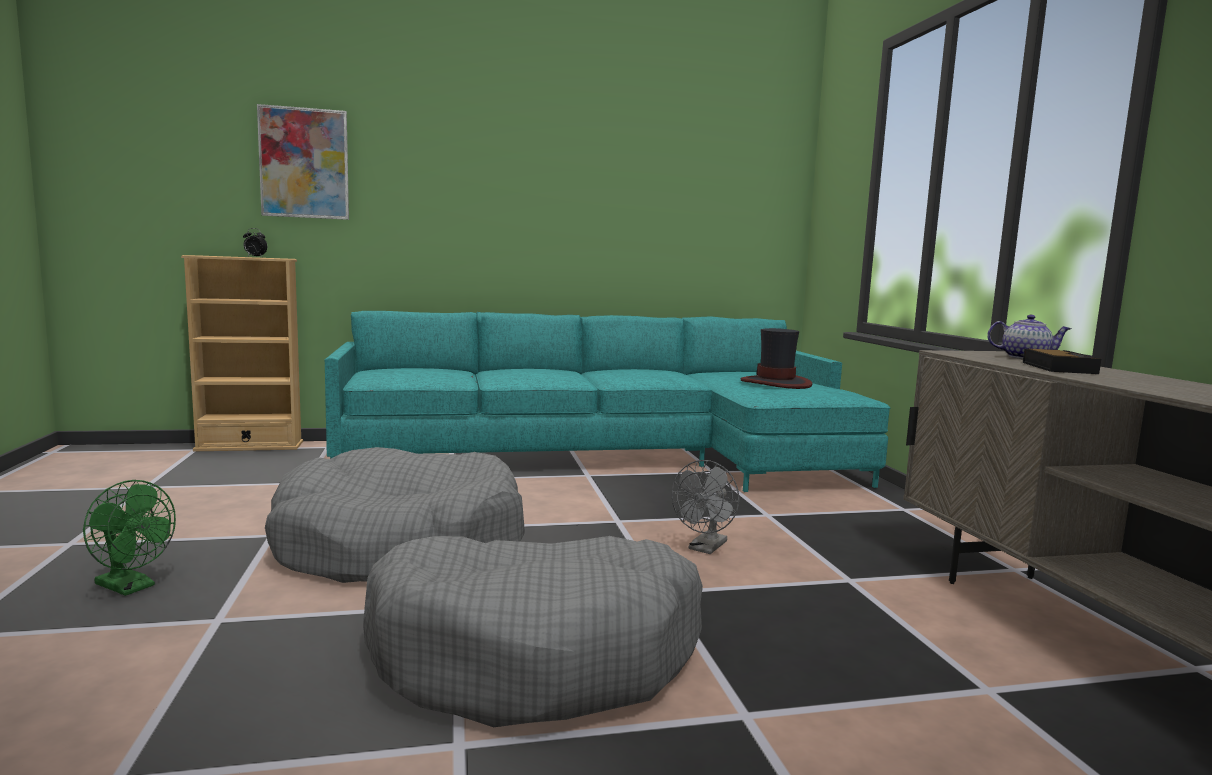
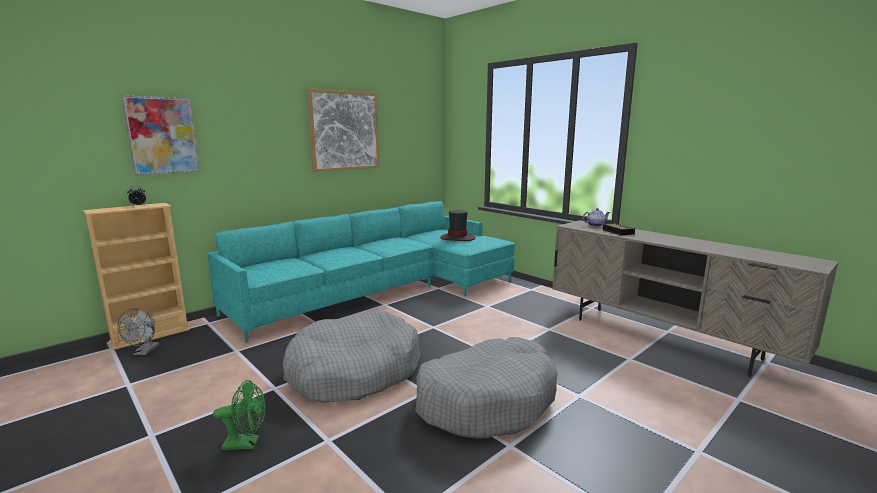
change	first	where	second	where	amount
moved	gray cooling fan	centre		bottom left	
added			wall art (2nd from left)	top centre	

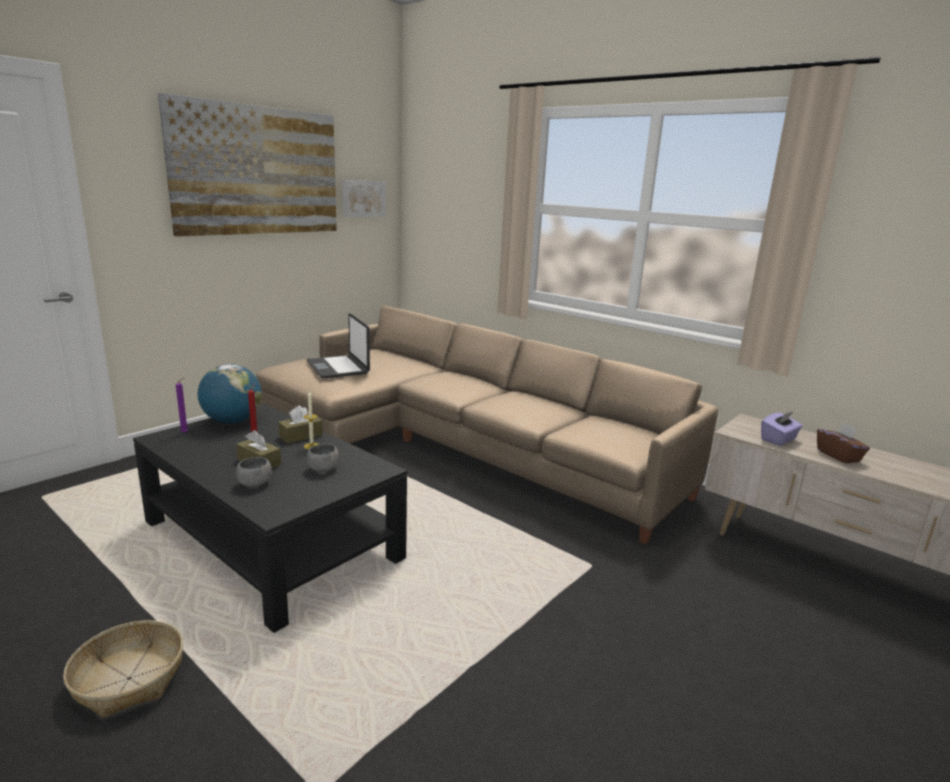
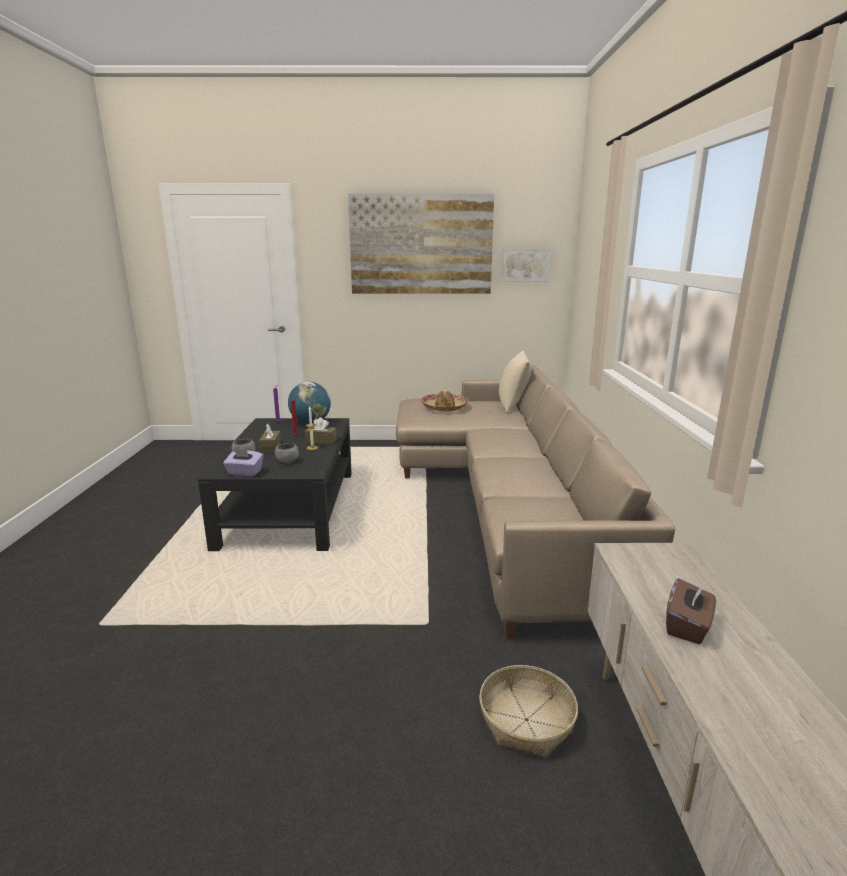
change	first	where	second	where	amount
moved	purple-coloured tissue box	middle right		middle left	
replaced	portable computer	centre	hat	centre	
moved	basket	bottom left		bottom centre	
added			beige-coloured pillow	centre	

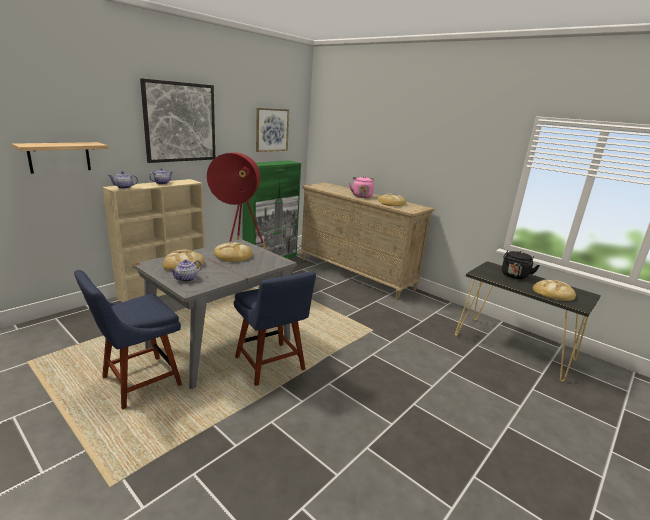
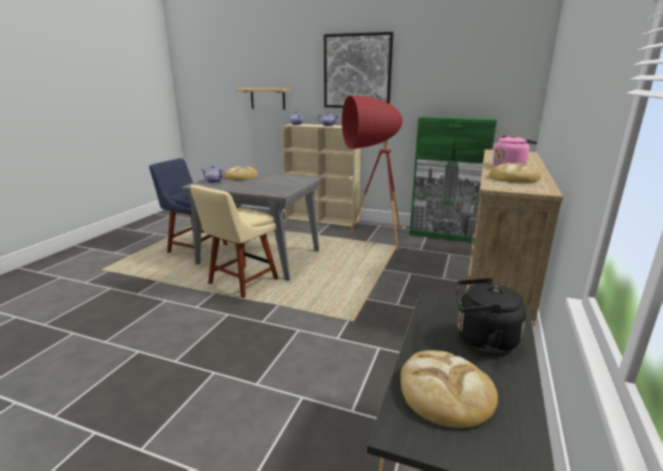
change	first	where	second	where	amount
recoloured	bluish chair (2nd from left)	centre	beige-coloured chair	centre	
removed	baked bread (2nd from left)	centre			
removed	wall art (2nd from left)	top centre			

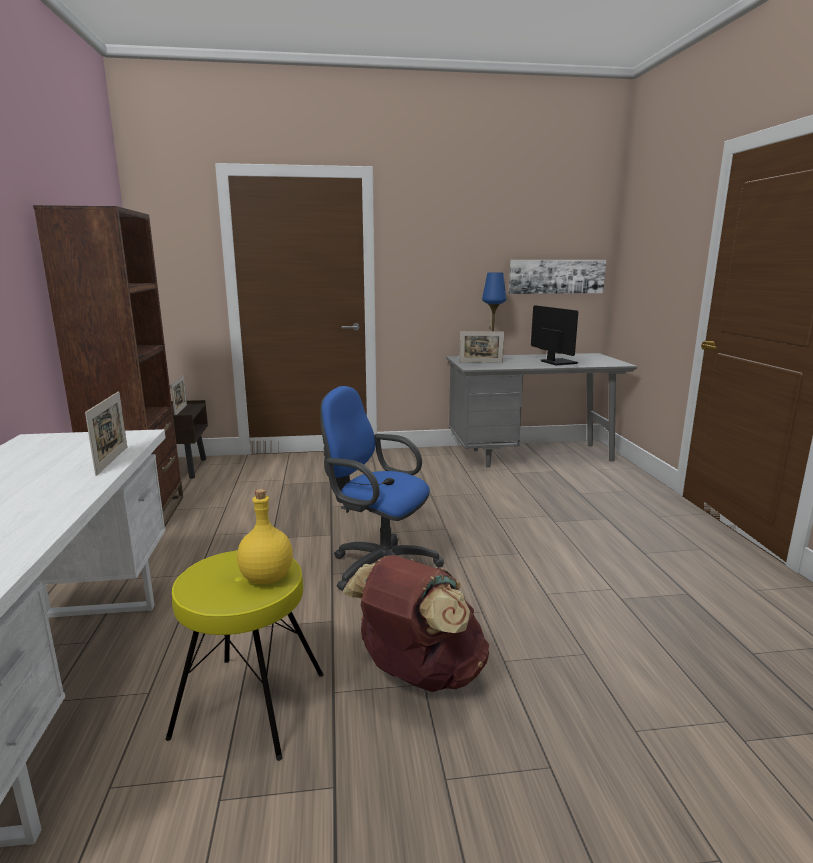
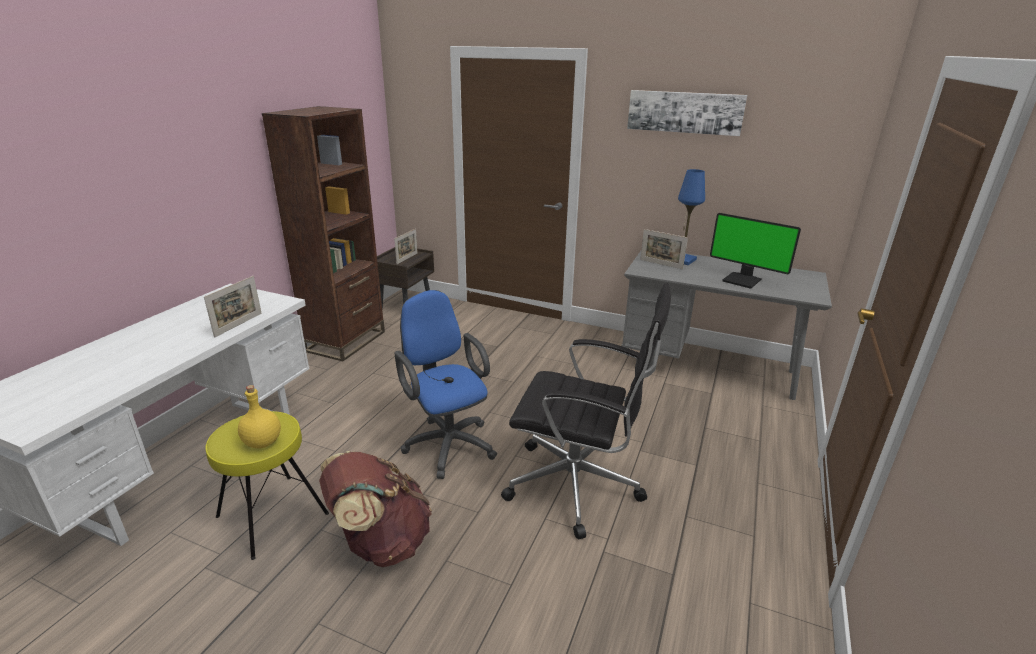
change	first	where	second	where	amount
added			blackish desk chair	centre	
moved	wall art	top right		top centre	
turned	computer screen	middle right		middle right	120 degrees clockwise

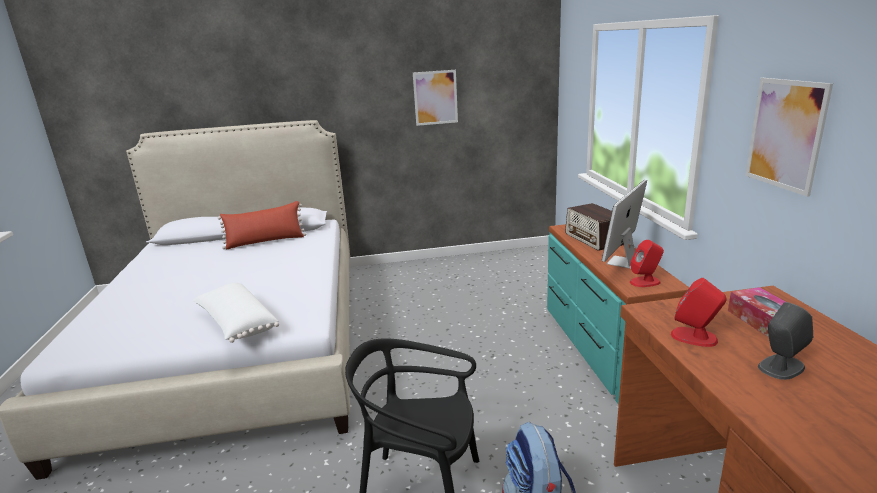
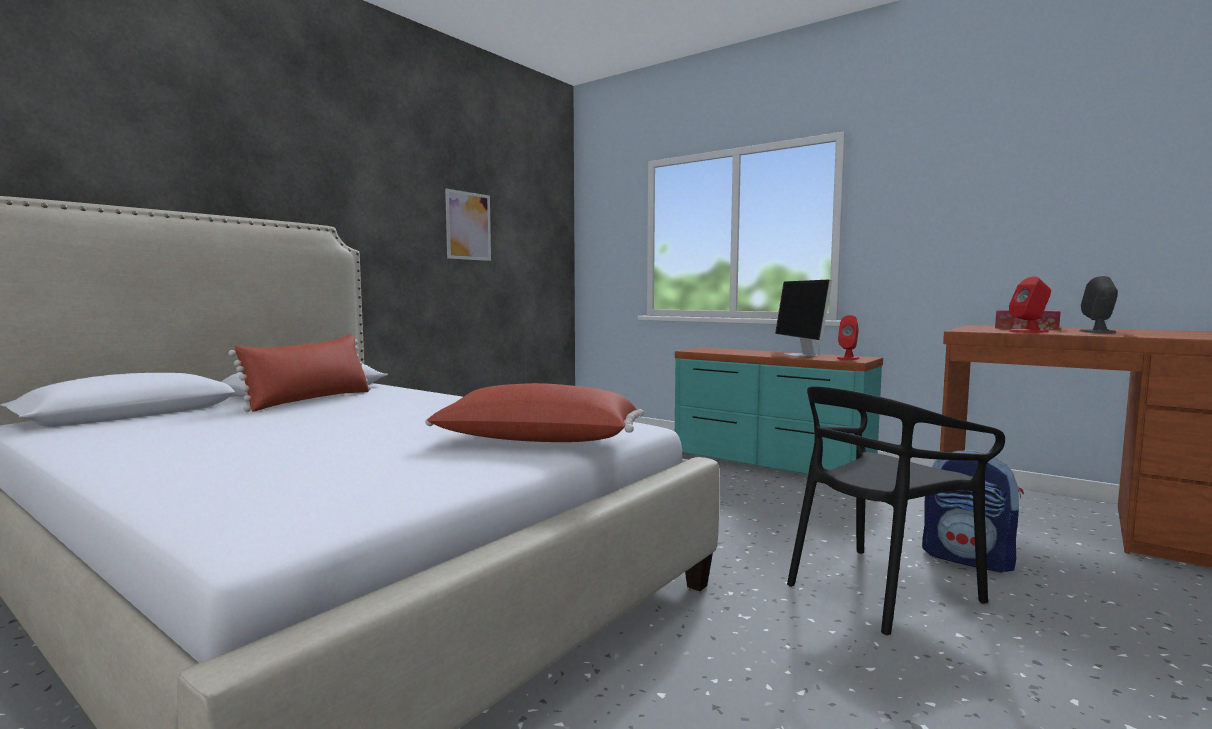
change	first	where	second	where	amount
recoloured	white-coloured pillow	middle left	reddish pillow (2nd from left)	centre	
removed	radio receiver	middle right			
removed	wall art (2nd from left)	top right			

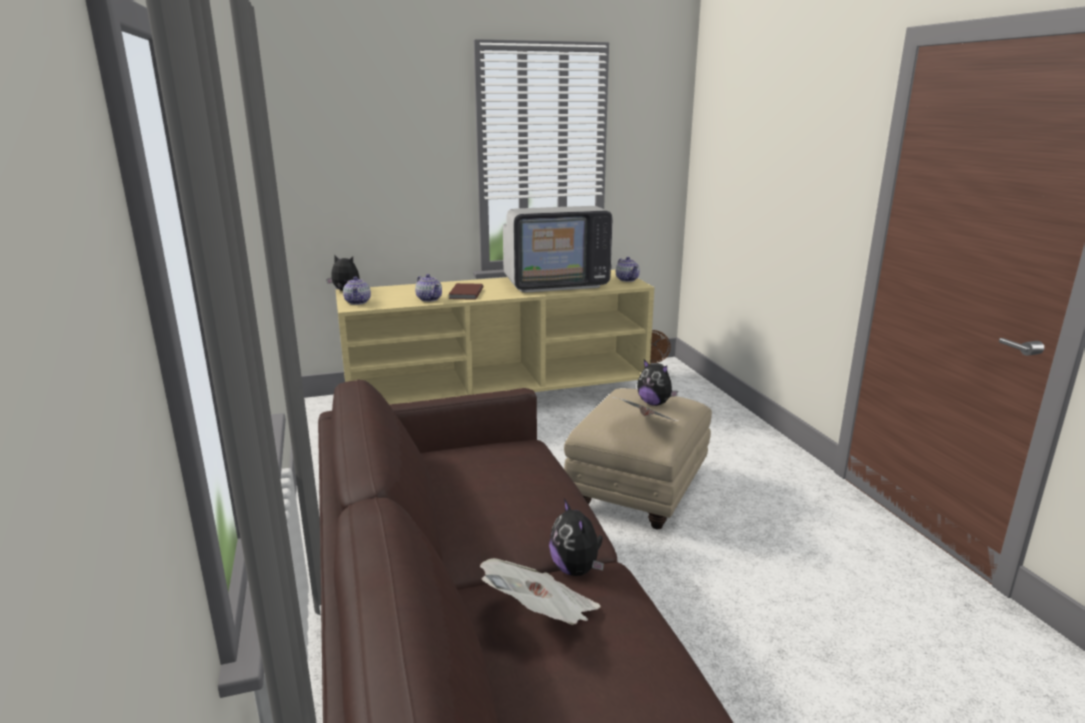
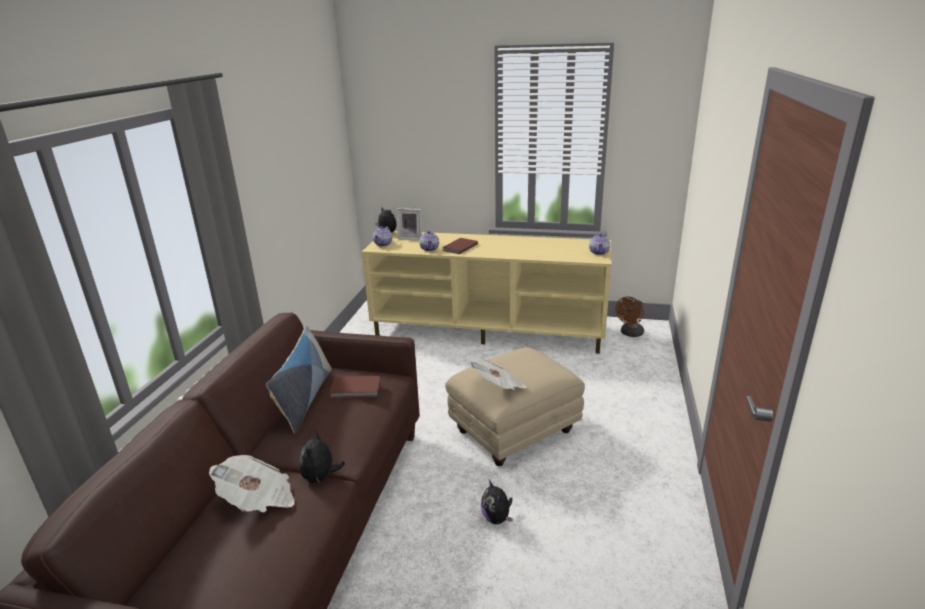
change	first	where	second	where	amount
added			pillow	middle left	
added			brownish bound book (1st from left)	centre	
added			photo frame	centre	
moved	soft toy (3rd from left)	centre		bottom centre	
removed	TV	centre			

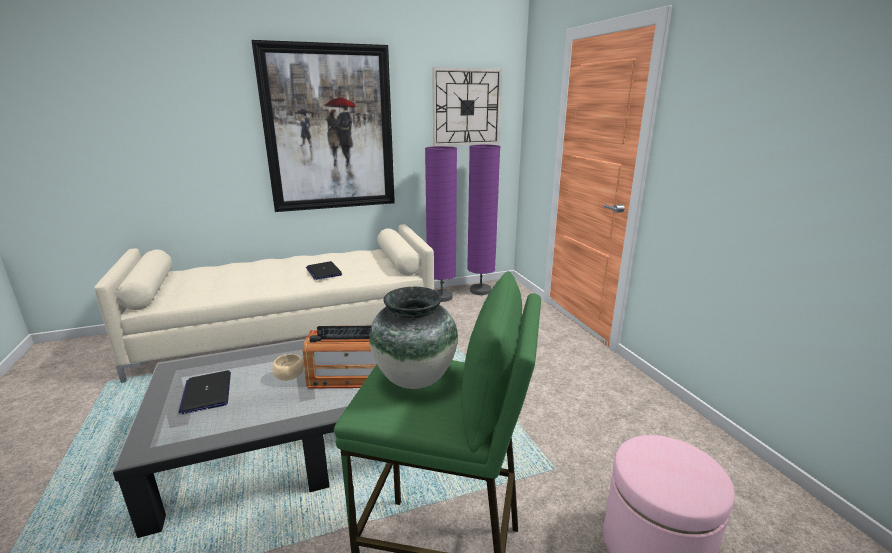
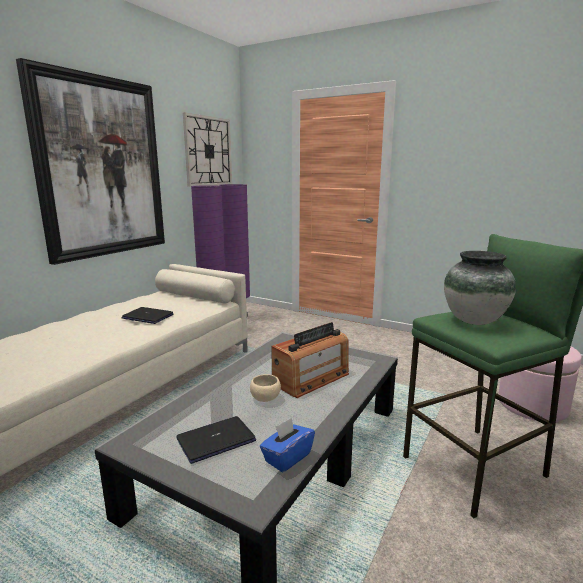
change	first	where	second	where	amount
turned	portable computer (1st from left in the first image)	bottom left	portable computer (2nd from left)	bottom centre	120 degrees clockwise
added			bluish tissue box	bottom centre	

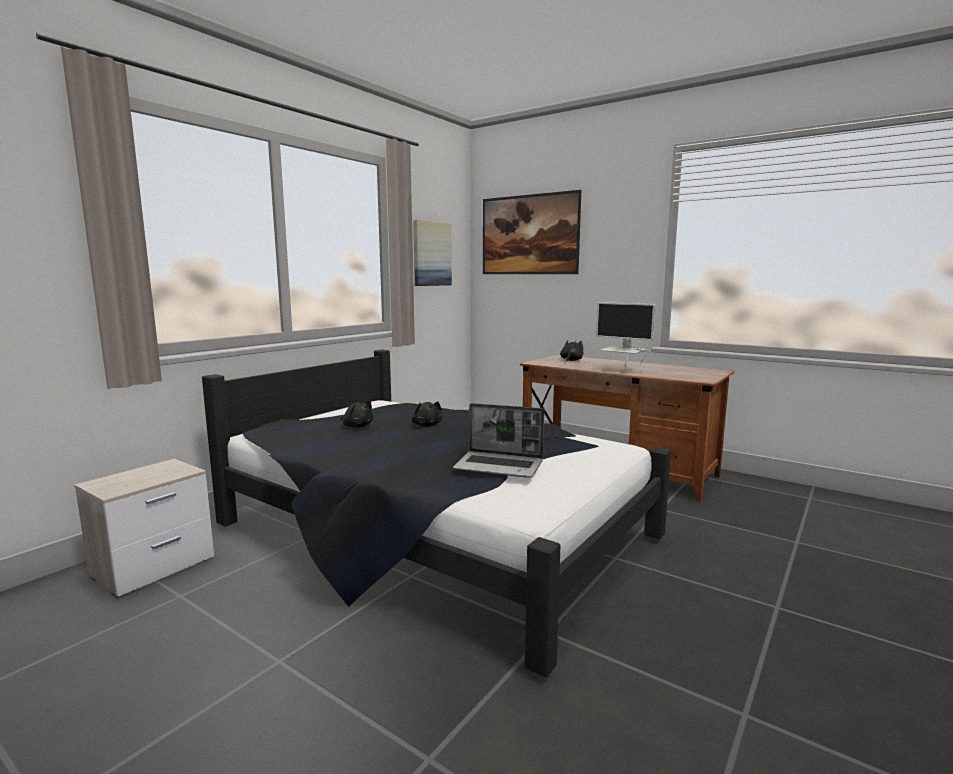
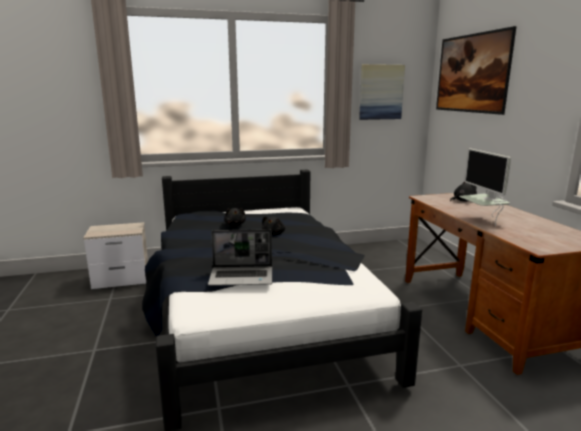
change	first	where	second	where	amount
turned	portable computer	centre		centre	60 degrees counterclockwise

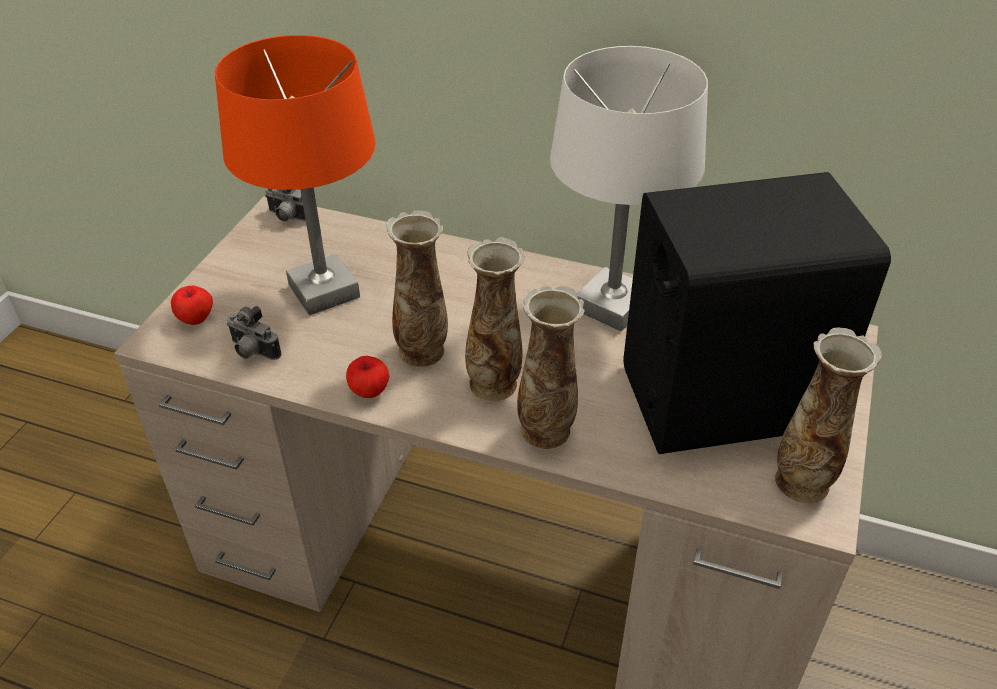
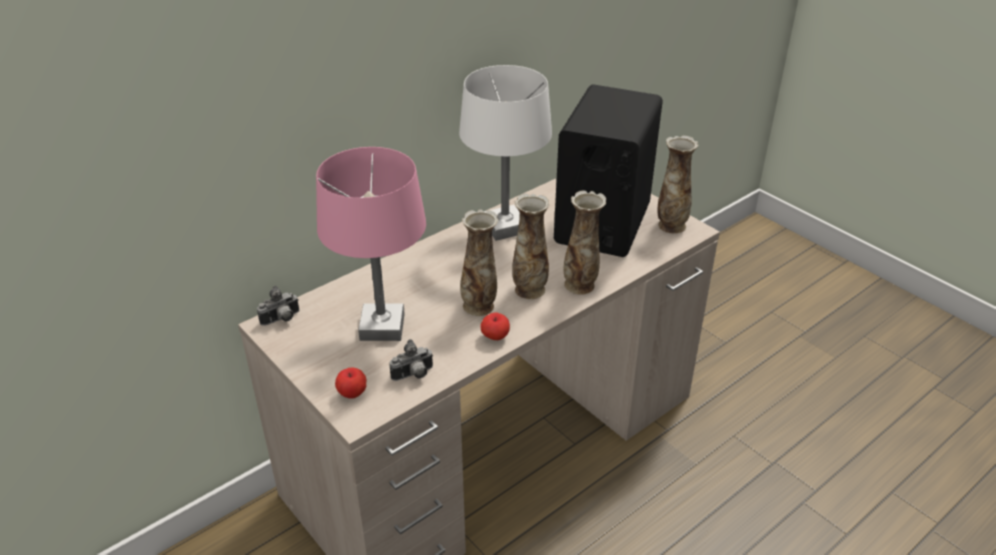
change	first	where	second	where	amount
recoloured	orange lamp for a table	top left	pink-coloured lamp for a table	centre	

